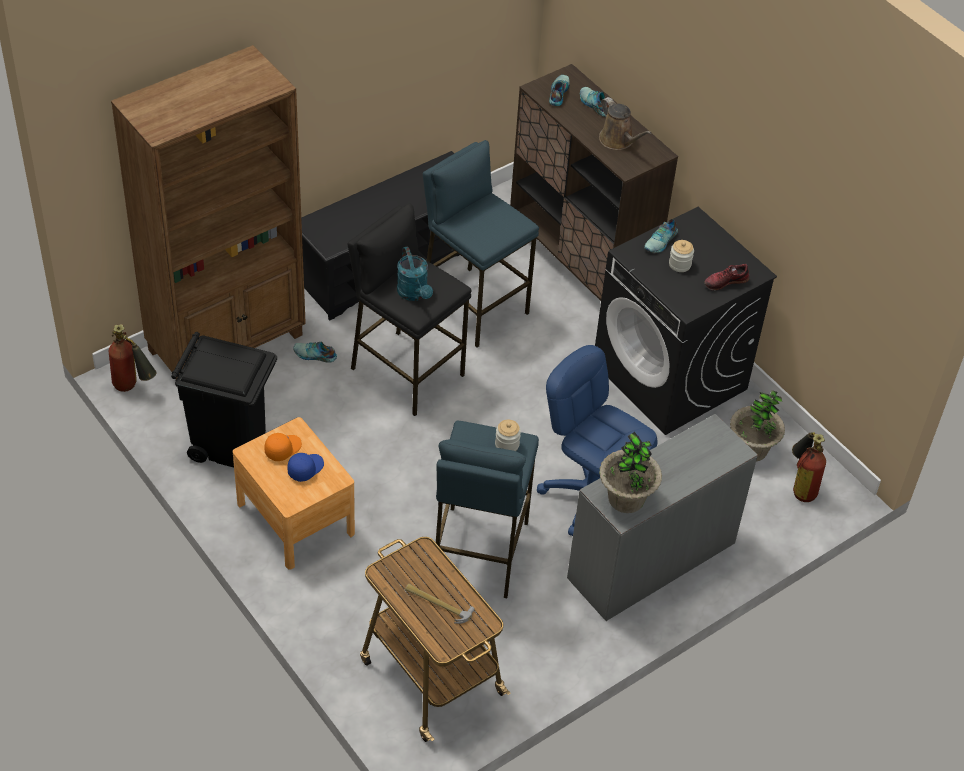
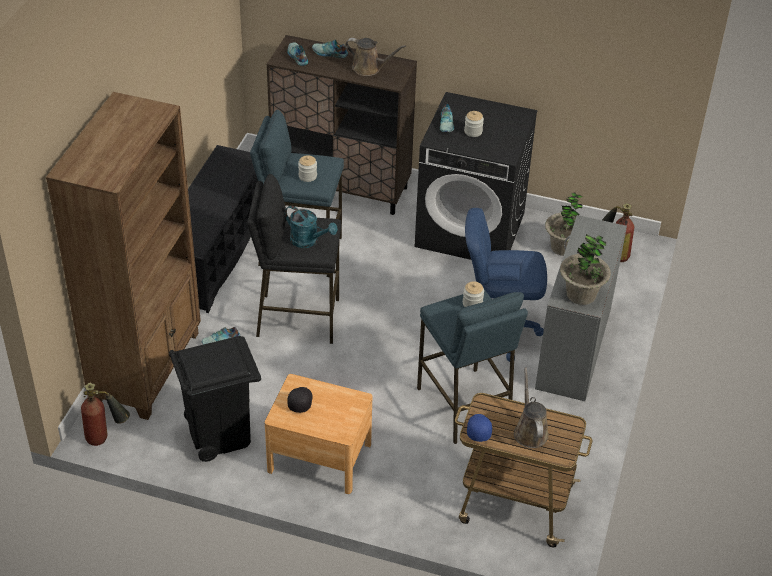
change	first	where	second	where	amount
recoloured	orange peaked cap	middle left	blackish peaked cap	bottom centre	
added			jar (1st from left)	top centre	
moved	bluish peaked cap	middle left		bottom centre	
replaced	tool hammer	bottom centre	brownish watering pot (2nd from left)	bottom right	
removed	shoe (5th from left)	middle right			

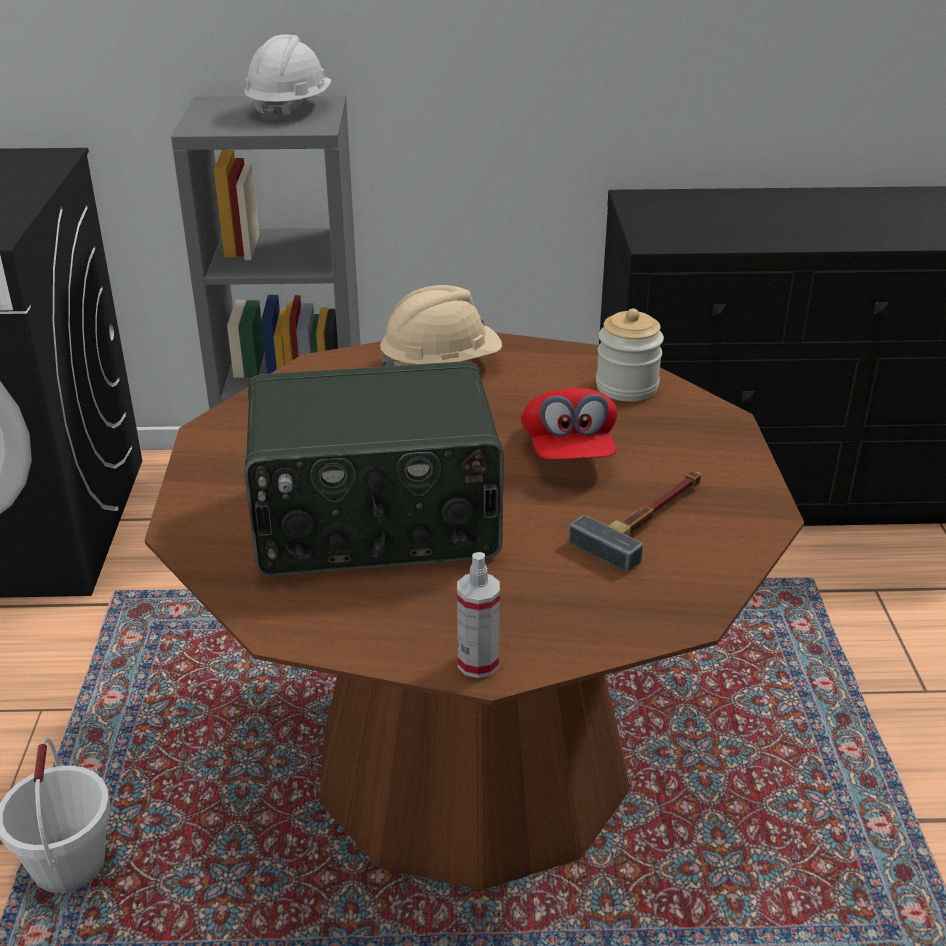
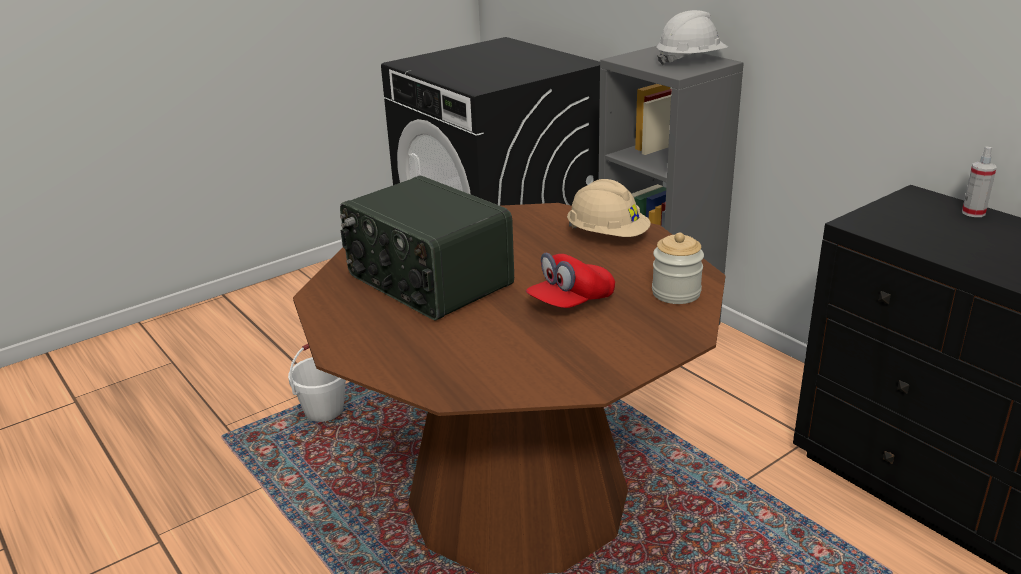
change	first	where	second	where	amount
moved	sprayer	centre		top right	
removed	tool hammer	middle right			

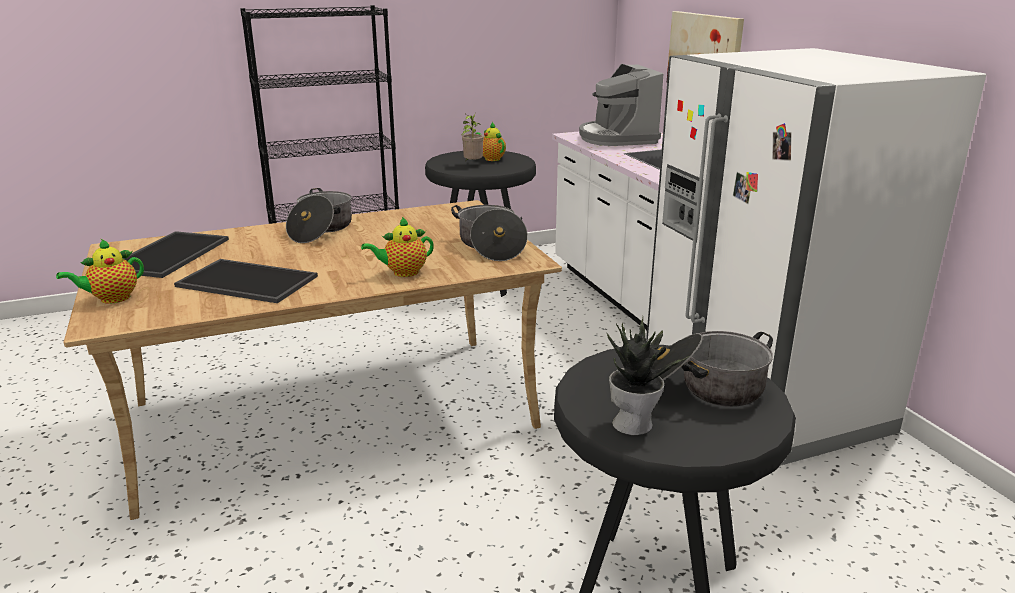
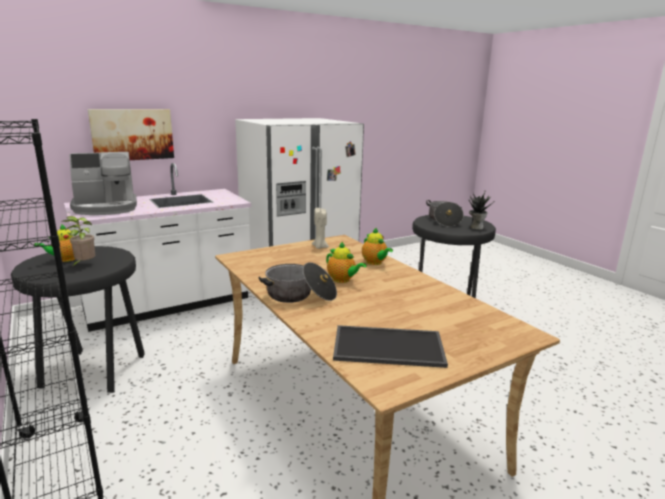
change	first	where	second	where	amount
replaced	saucepot (2nd from left)	centre	beige-coloured wax light	centre	
moved	teapot (1st from left in the first image)	middle left	teapot (2nd from left)	centre	
removed	carrying tray (2nd from left)	middle left			

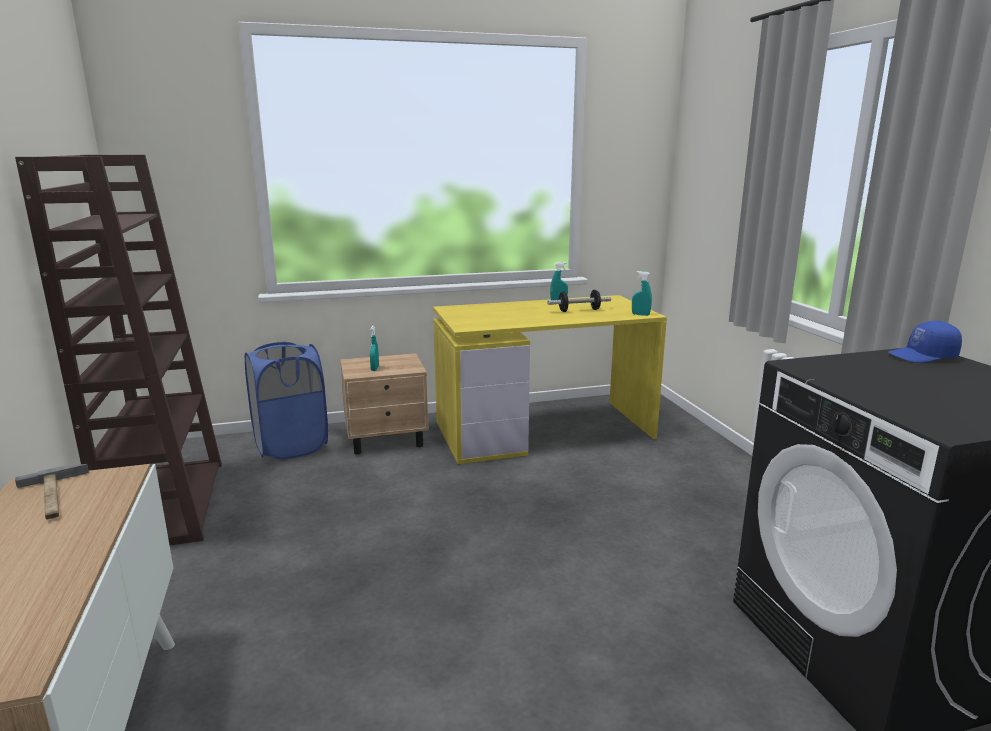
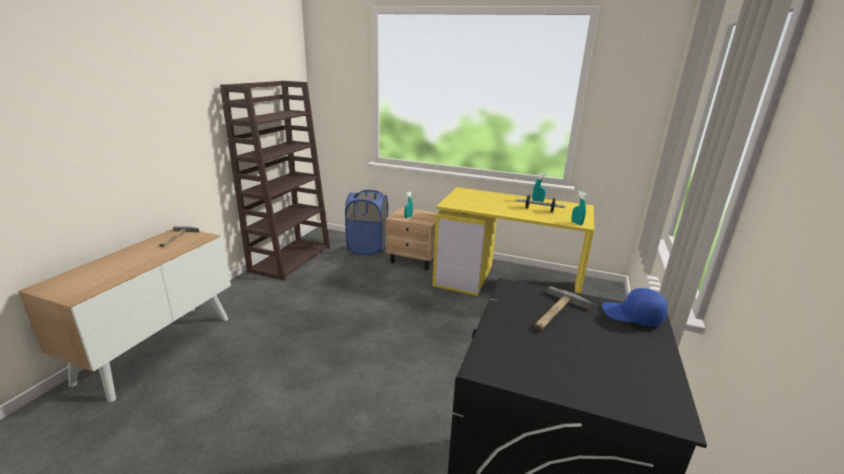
change	first	where	second	where	amount
added			tool hammer (2nd from left)	middle right	

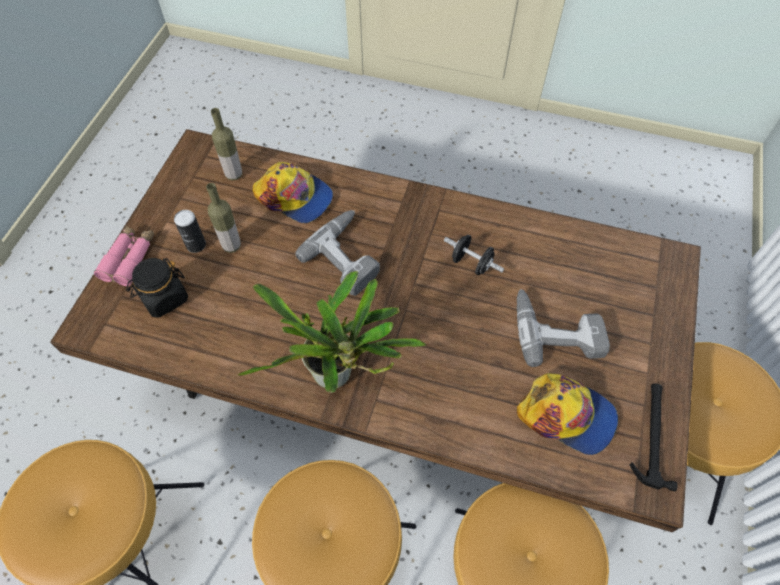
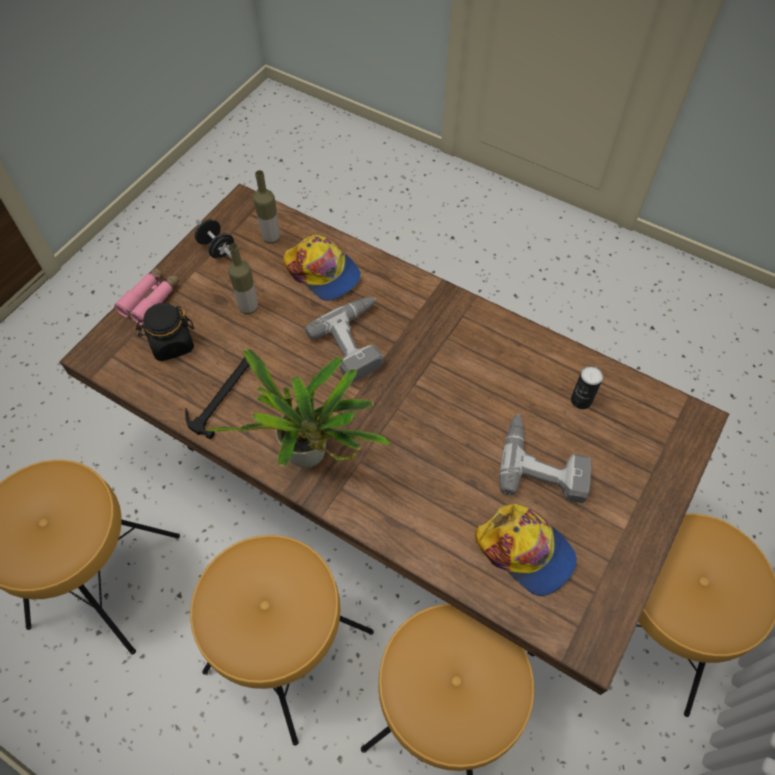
change	first	where	second	where	amount
moved	tool hammer	bottom right		middle left	
moved	blackish dumbbell	centre		top left	
moved	metal can	middle left		middle right	

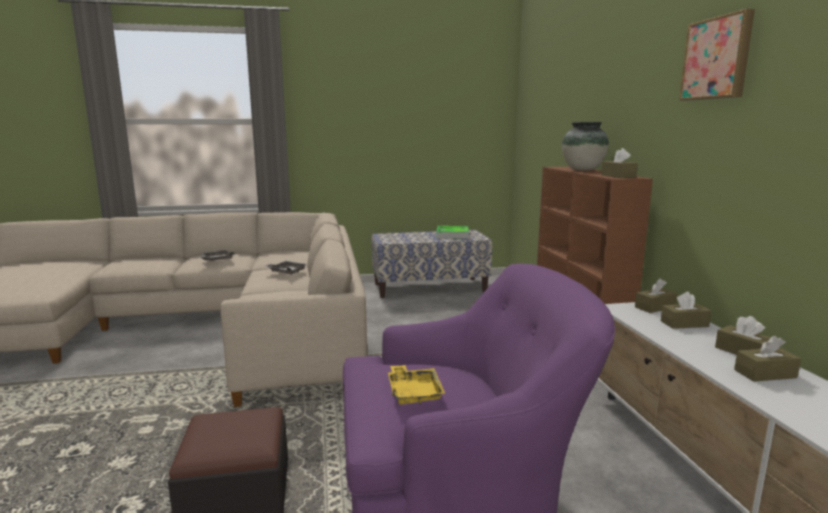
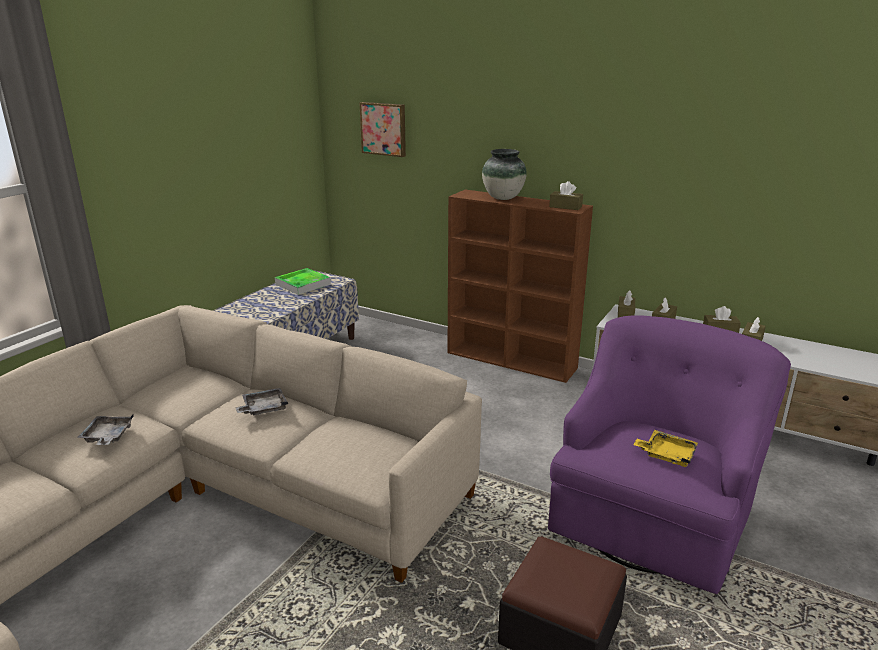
change	first	where	second	where	amount
moved	wall art	top right		top centre	

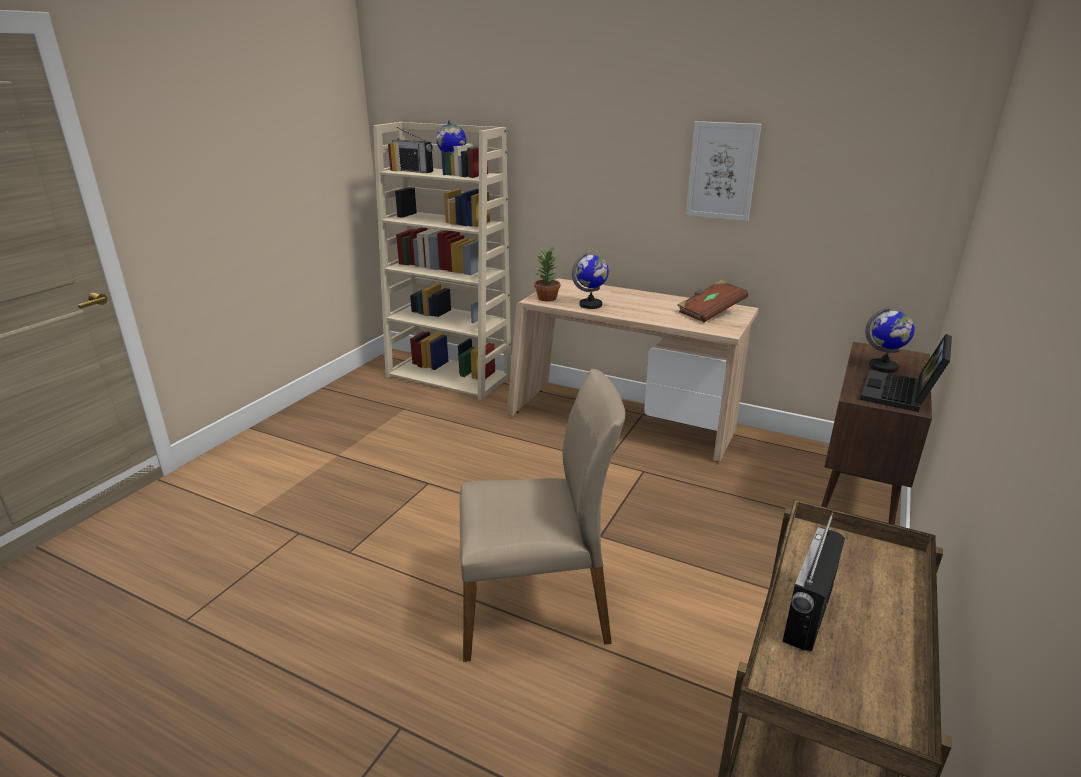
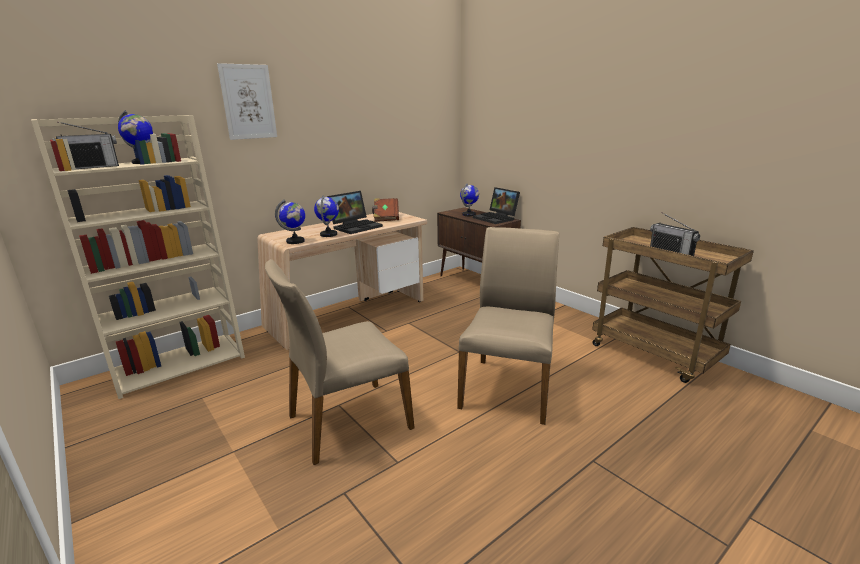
change	first	where	second	where	amount
moved	wall art	top right		top left	
added			beige-coloured chair (1st from left)	centre	
replaced	potted plant	centre	globe (2nd from left)	centre	
added			portable computer (1st from left)	centre	

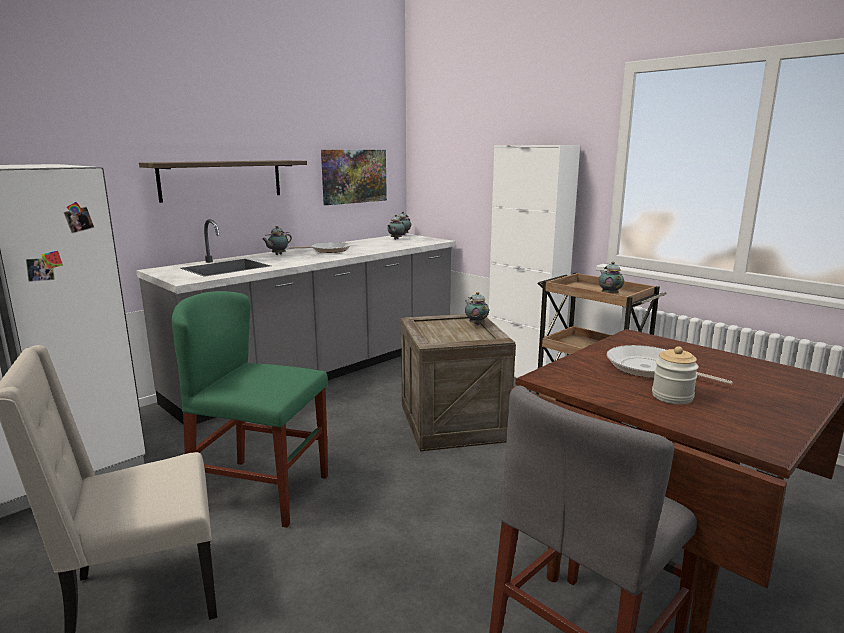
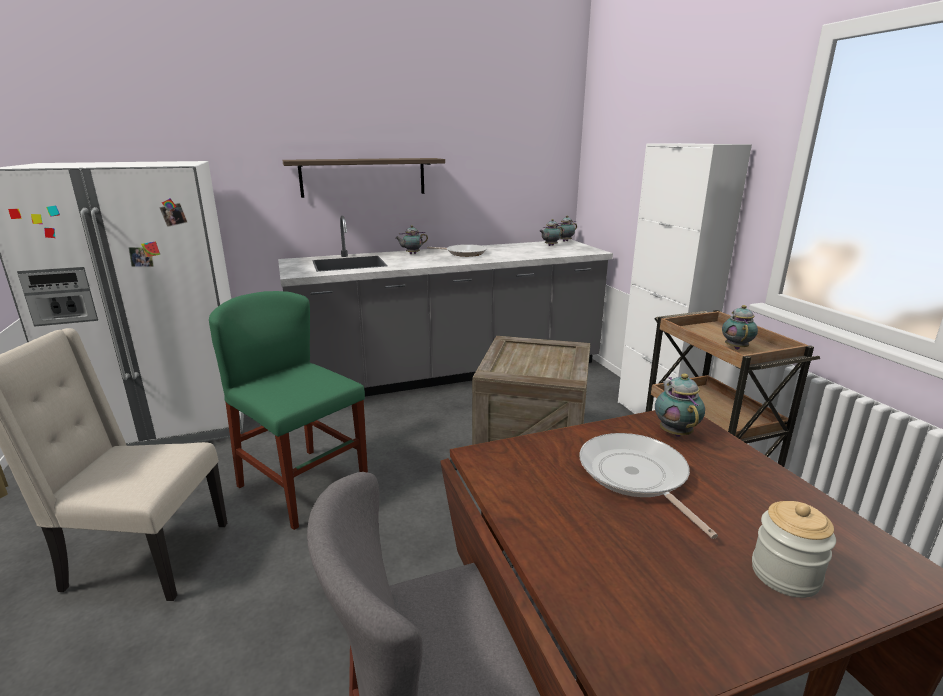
change	first	where	second	where	amount
moved	teapot (4th from left)	centre		middle right	
moved	jar	middle right		bottom right	
removed	wall art	top centre			

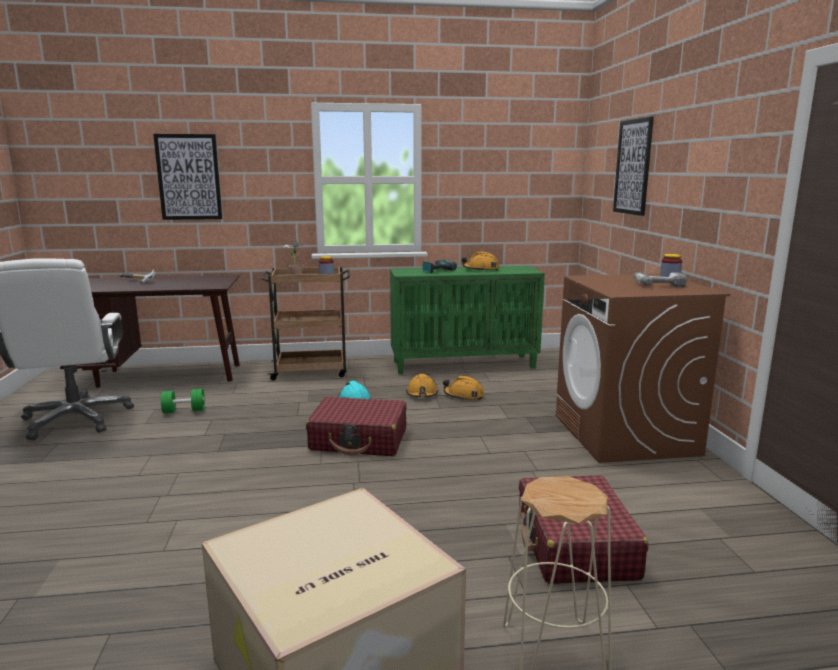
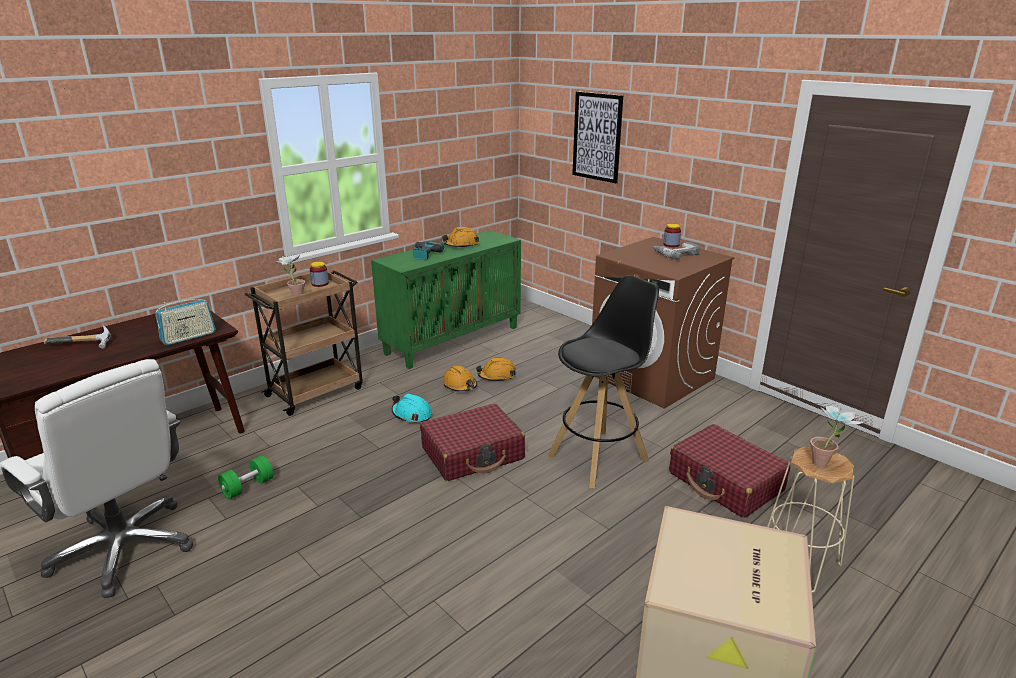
change	first	where	second	where	amount
added			radio receiver	middle left	
added			blackish stool	centre	
added			potted plant (2nd from left)	middle right	
removed	wall art (1st from left)	top left			

